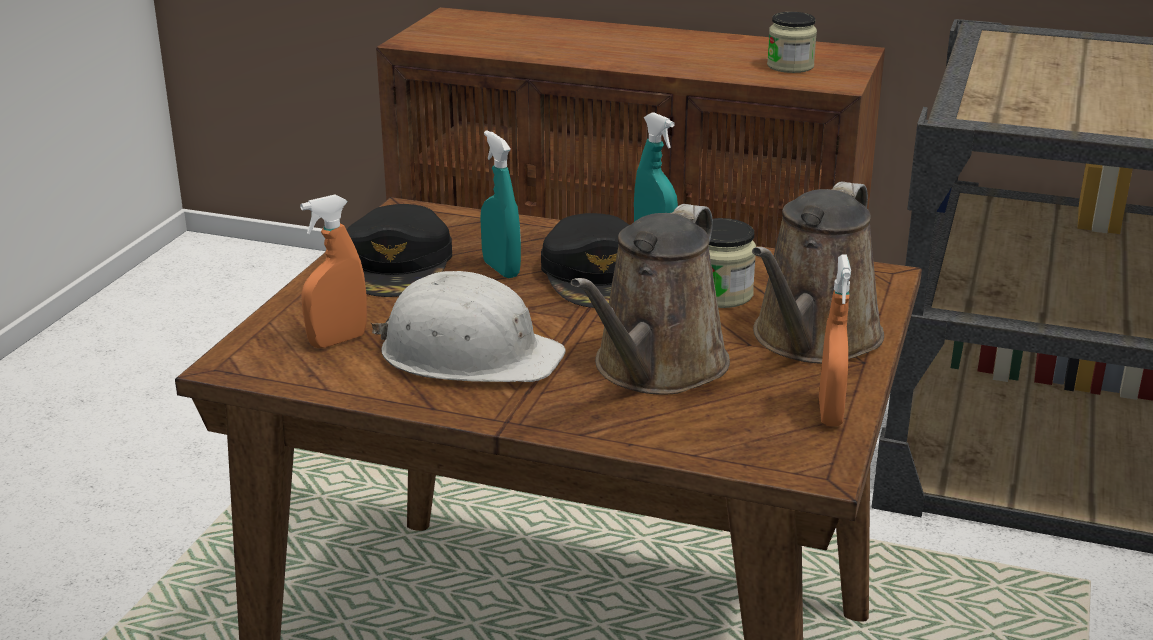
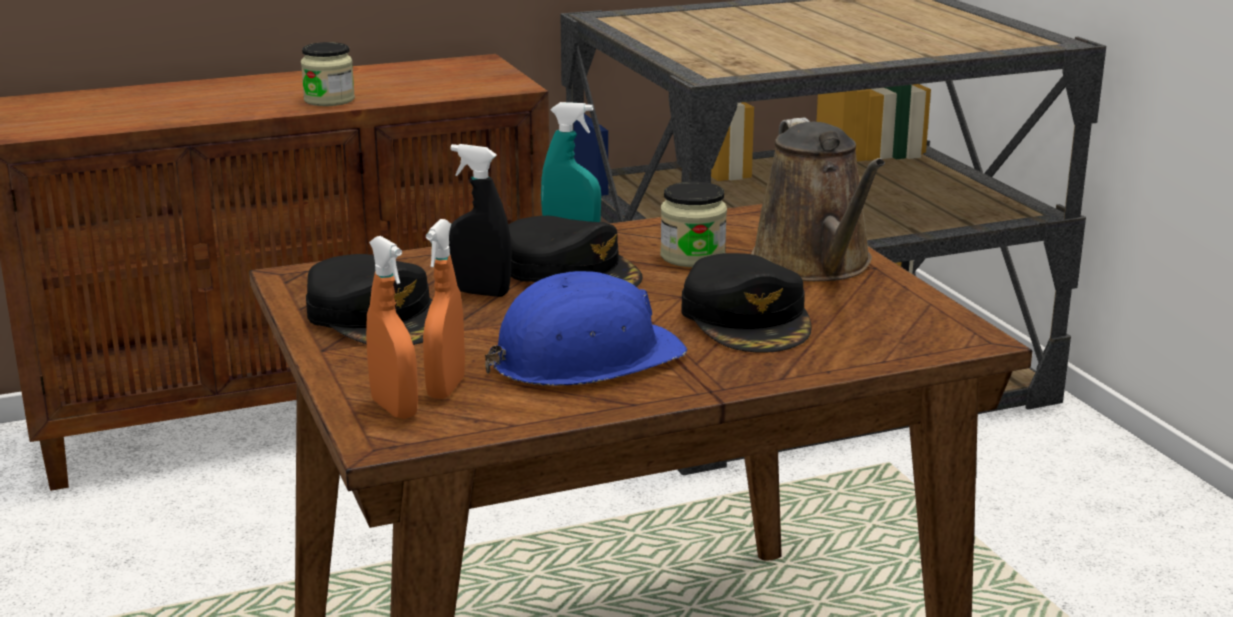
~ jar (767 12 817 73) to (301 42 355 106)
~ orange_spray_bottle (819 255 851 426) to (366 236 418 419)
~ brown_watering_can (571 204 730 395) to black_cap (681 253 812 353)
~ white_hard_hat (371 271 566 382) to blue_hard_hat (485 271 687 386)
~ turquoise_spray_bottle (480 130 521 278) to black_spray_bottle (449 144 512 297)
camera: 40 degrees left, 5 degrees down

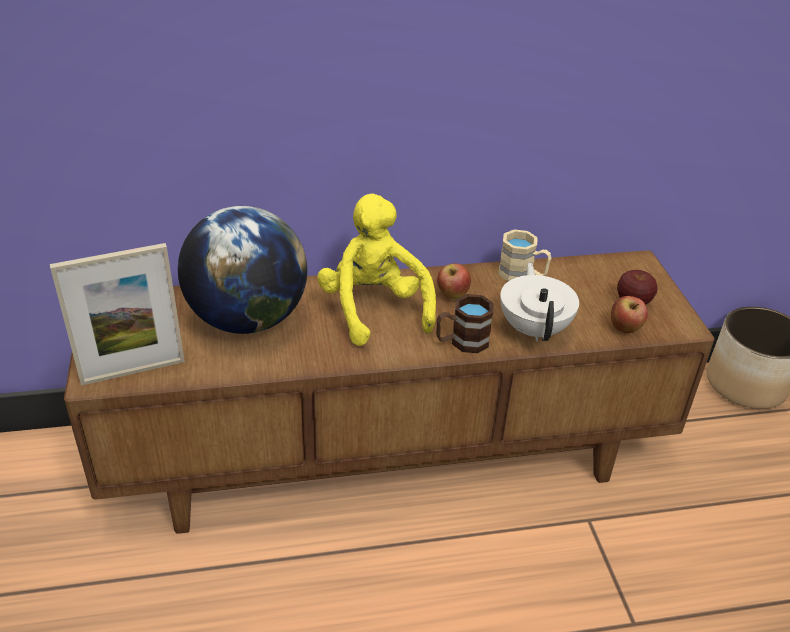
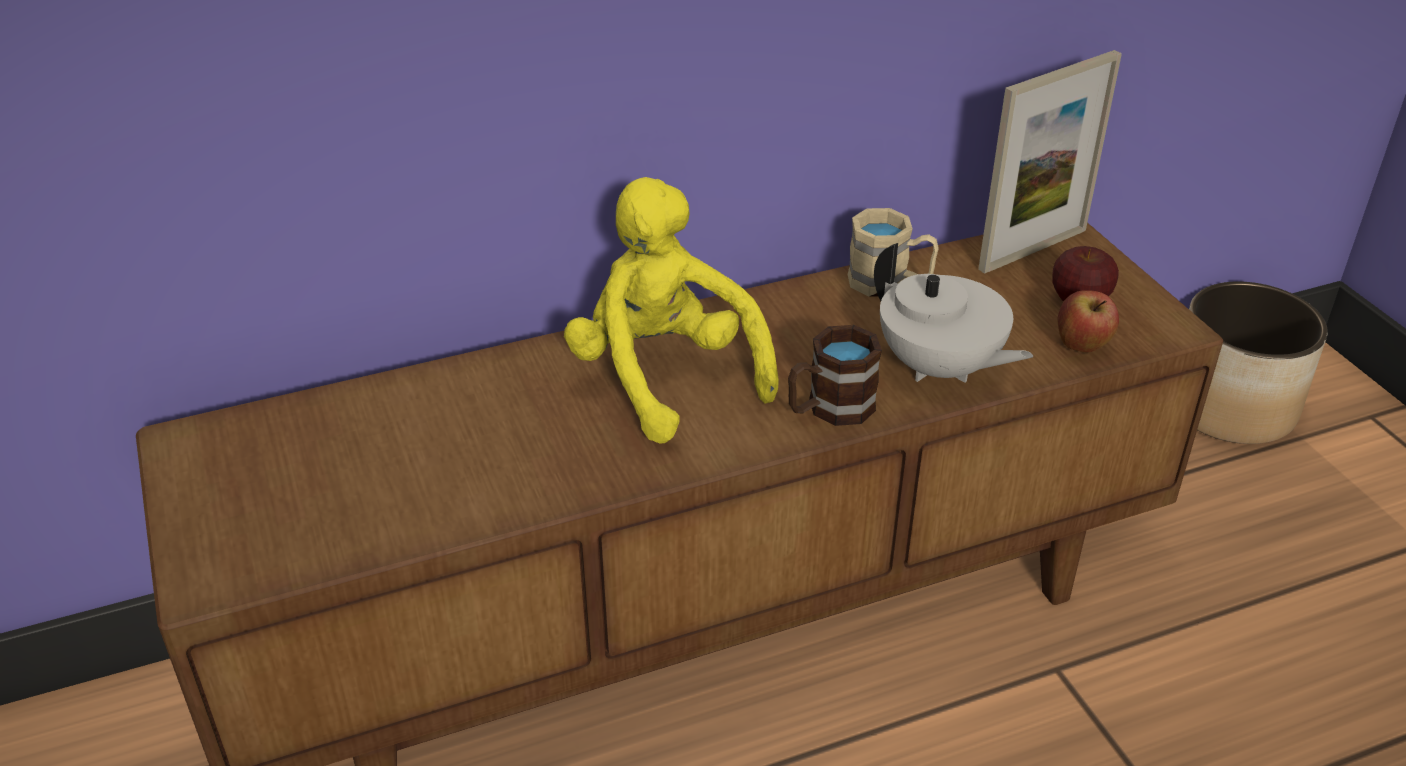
- globe (178 206 307 334)
- apple (437 263 471 300)
~ picture_frame (50 243 185 386) to (978 50 1122 274)
~ white_teapot (500 263 579 341) = (874 243 1033 383) 150 degrees clockwise
camera: 10 degrees left, 0 degrees up

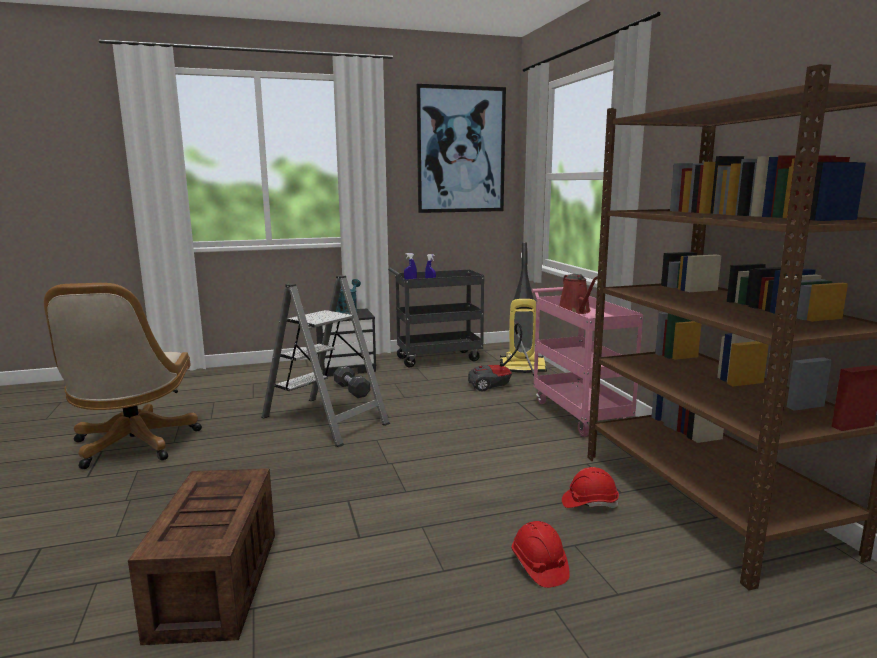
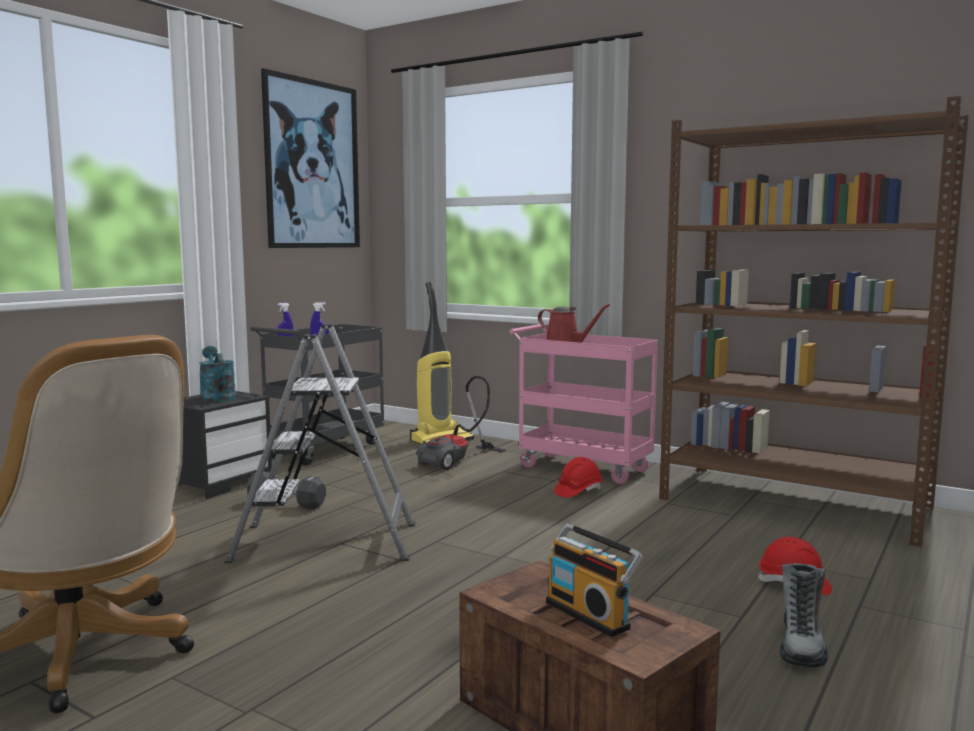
+ radio (546 523 643 638)
+ boot (780 563 828 668)
~ red_hard_hat (562 467 619 508) to (554 457 603 498)
camera: 40 degrees left, 5 degrees down

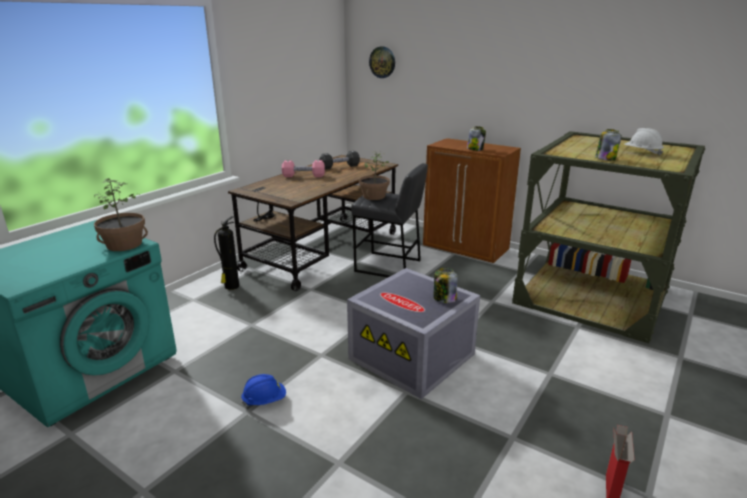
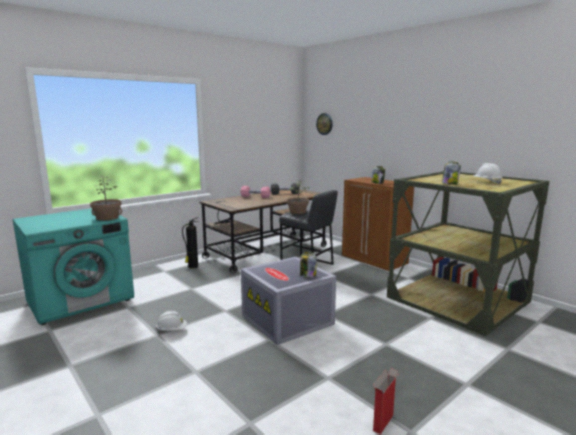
~ blue_hard_hat (241 374 286 405) to white_hard_hat (156 311 187 331)
camera: 15 degrees right, 10 degrees down

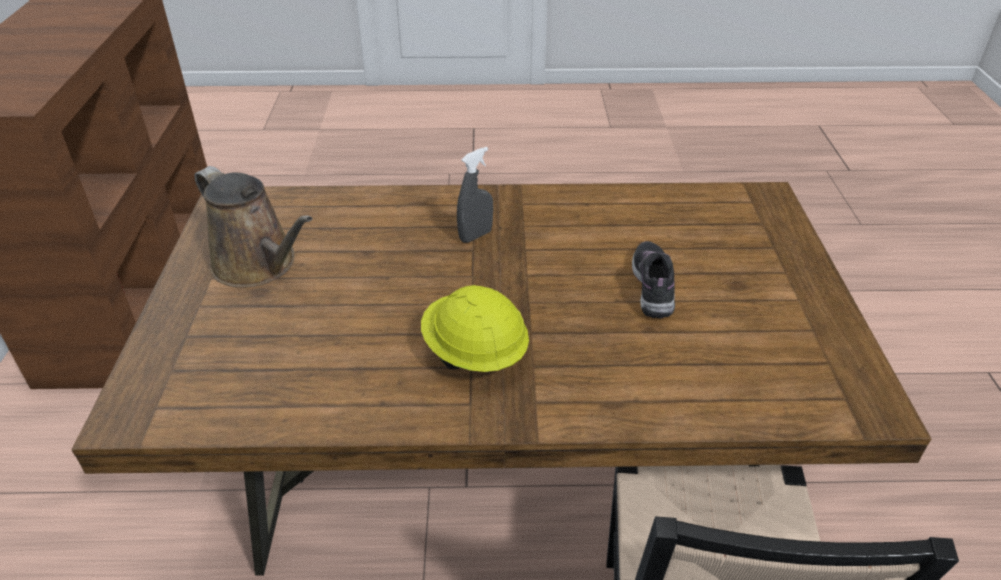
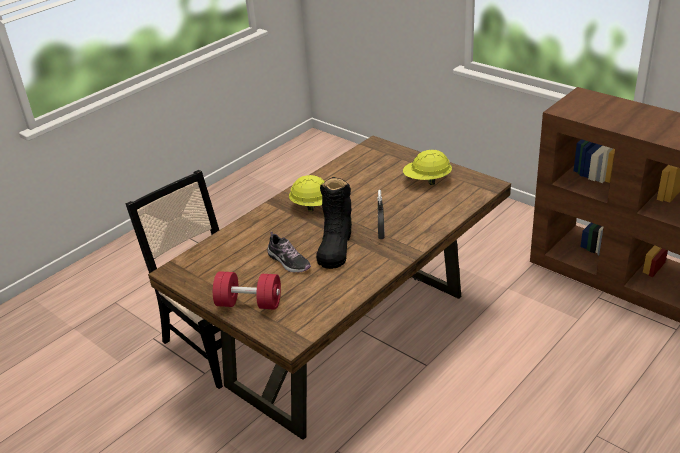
+ red_dumbbell (213 271 281 310)
+ black_boot (316 177 352 269)
~ brown_watering_can (194 166 313 288) to yellow_hard_hat (403 150 452 185)
camera: 135 degrees right, 5 degrees down

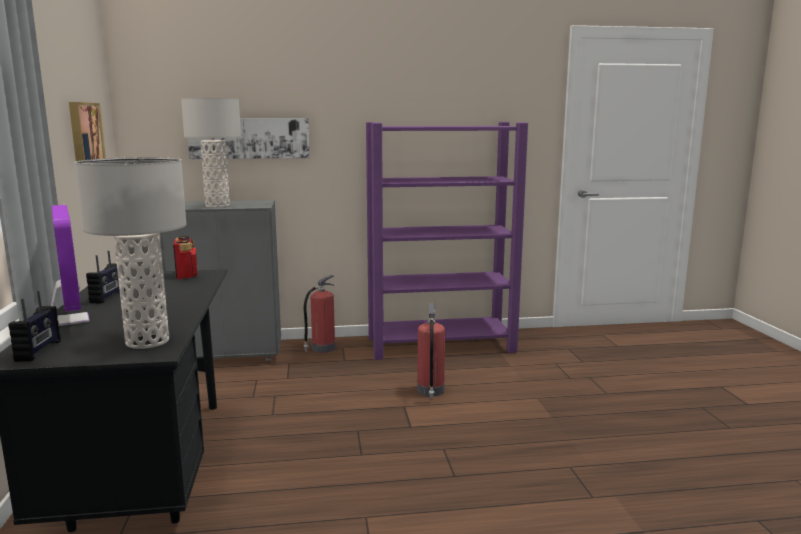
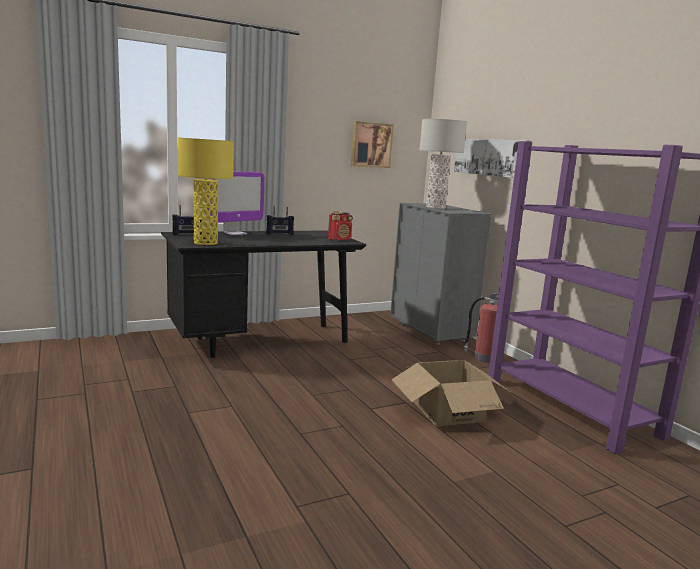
~ fire_extinguisher (417 303 445 399) to cardboard_box (391 360 513 426)
~ white_table_lamp (75 157 187 349) to yellow_table_lamp (178 137 234 245)
camera: 70 degrees right, 0 degrees up

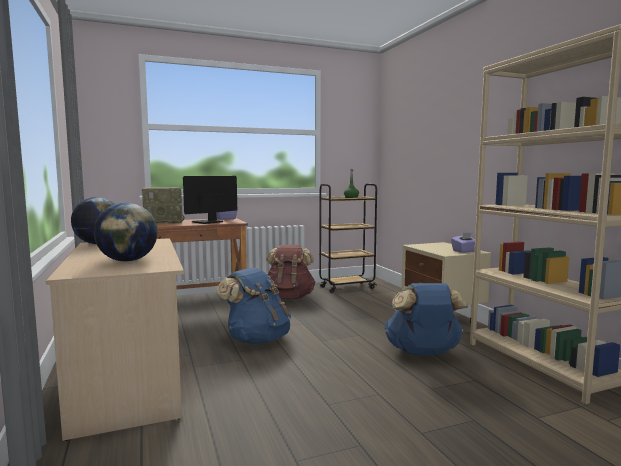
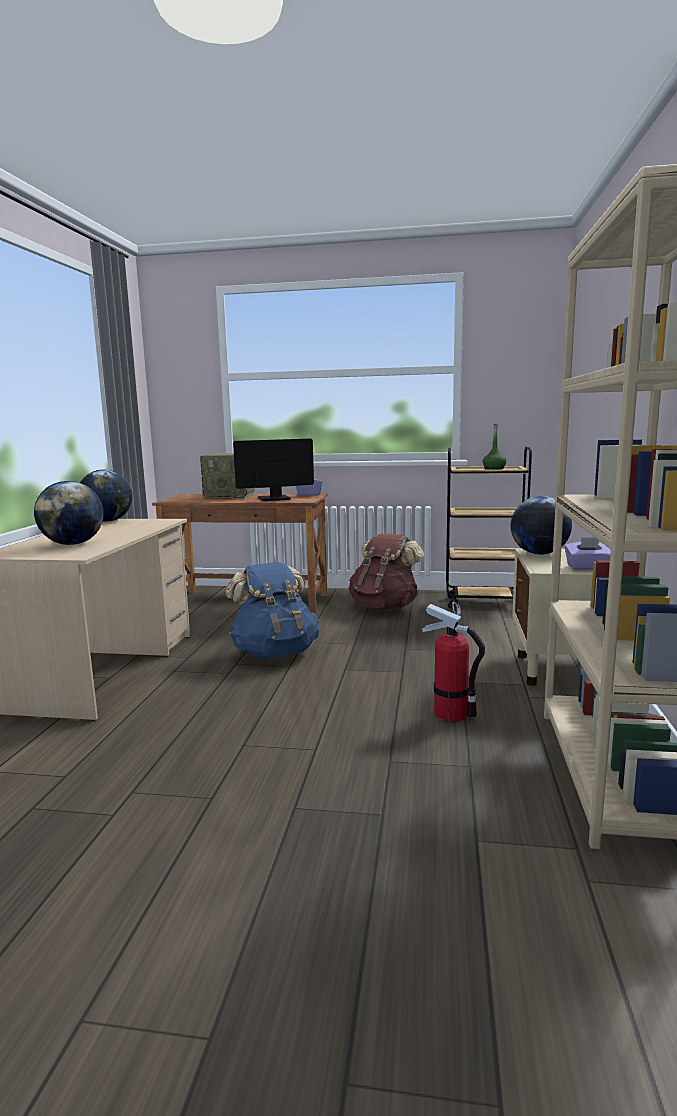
+ globe (511 496 572 555)
~ blue_backpack (385 283 468 356) to fire_extinguisher (422 602 485 722)
camera: 30 degrees right, 5 degrees up

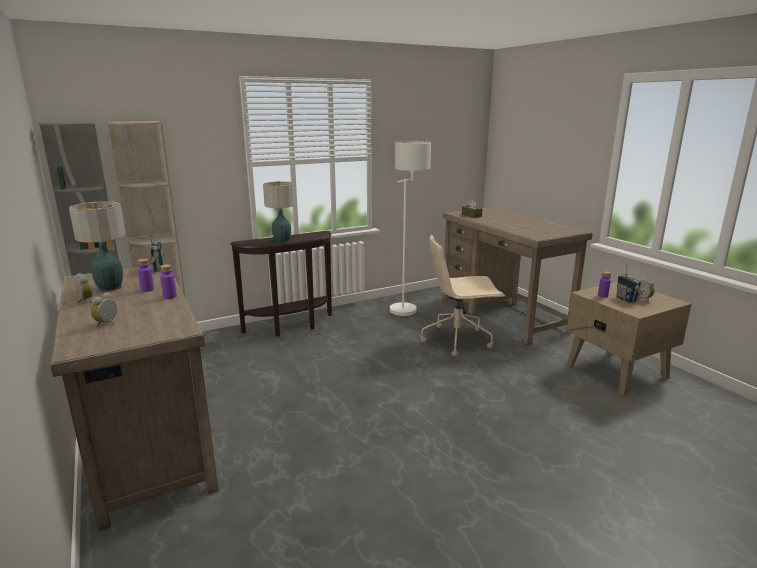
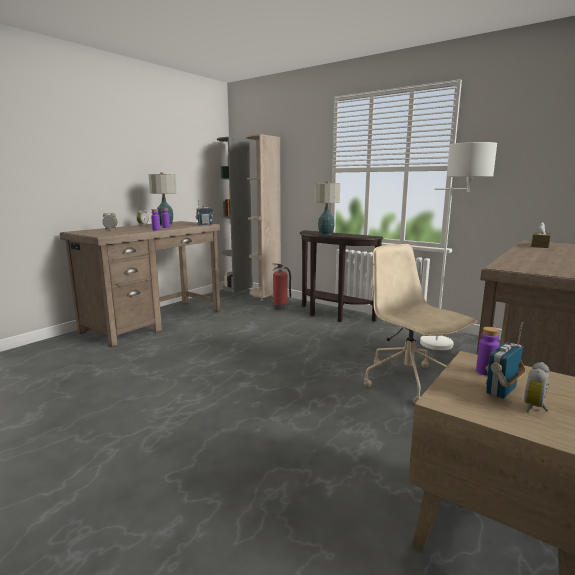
+ fire_extinguisher (272 263 292 310)
camera: 65 degrees right, 5 degrees down

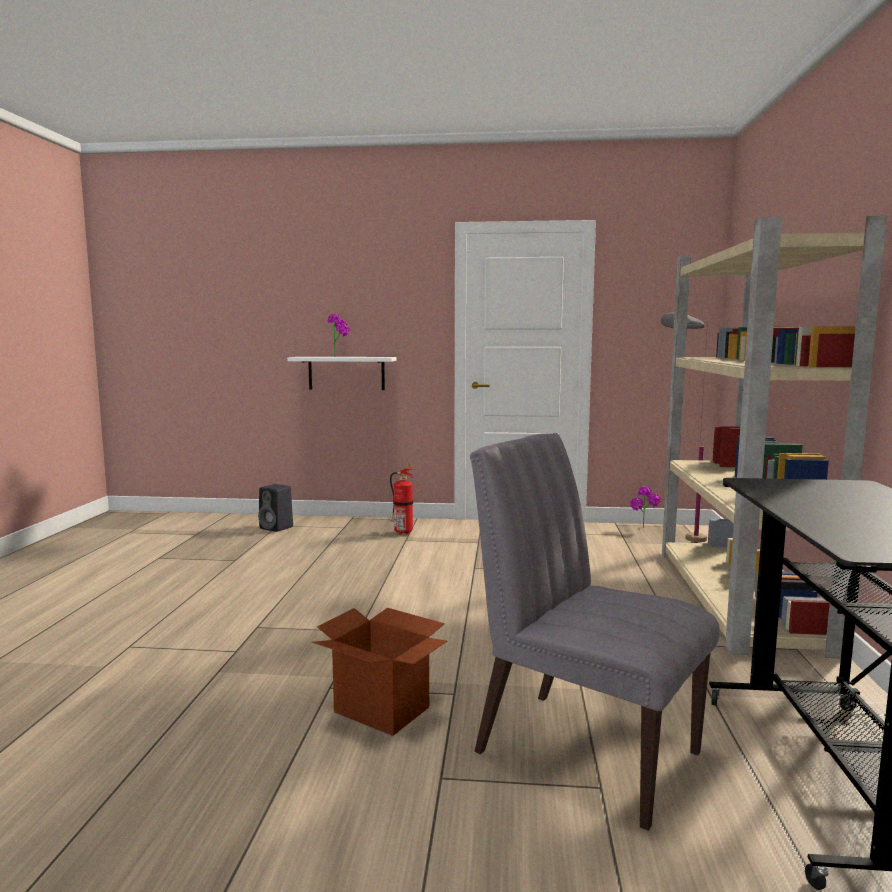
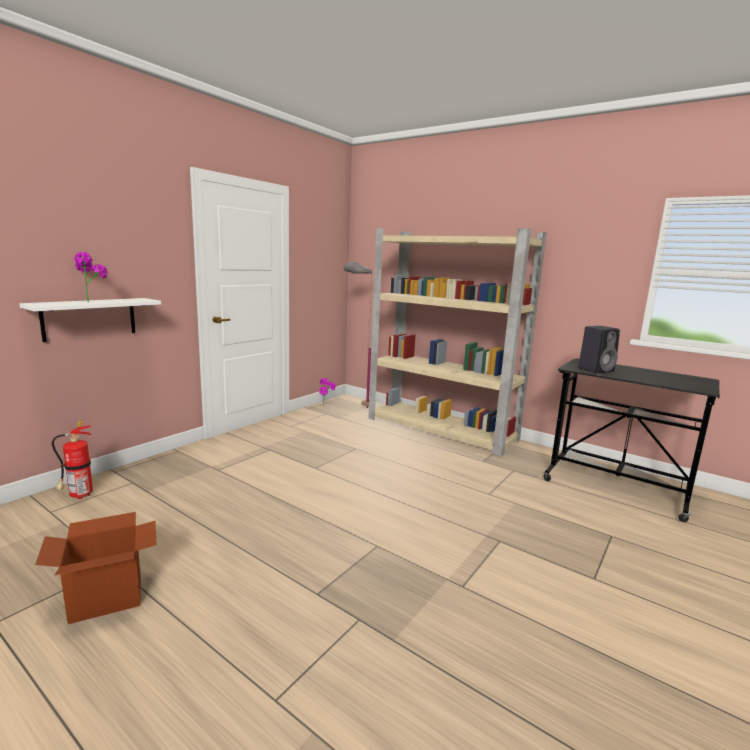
- grey_chair (470 433 720 831)
~ black_speaker (258 484 293 532) to (578 326 620 373)
~ cardboard_box (312 608 448 736) to (35 512 157 624)
~ fire_extinguisher (389 463 413 535) to (52 421 93 499)
camera: 60 degrees left, 5 degrees up

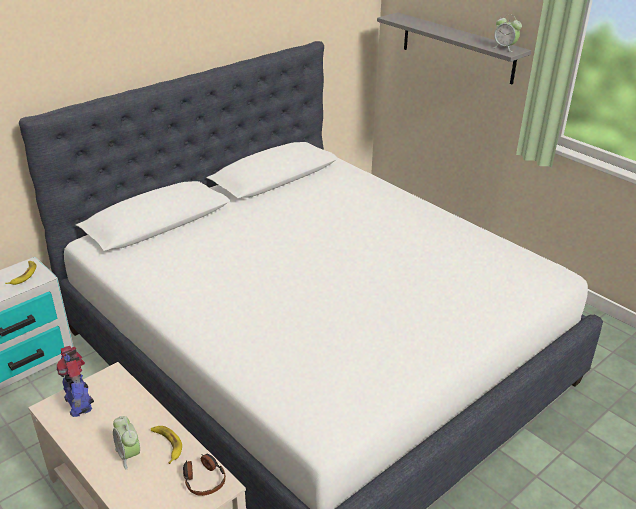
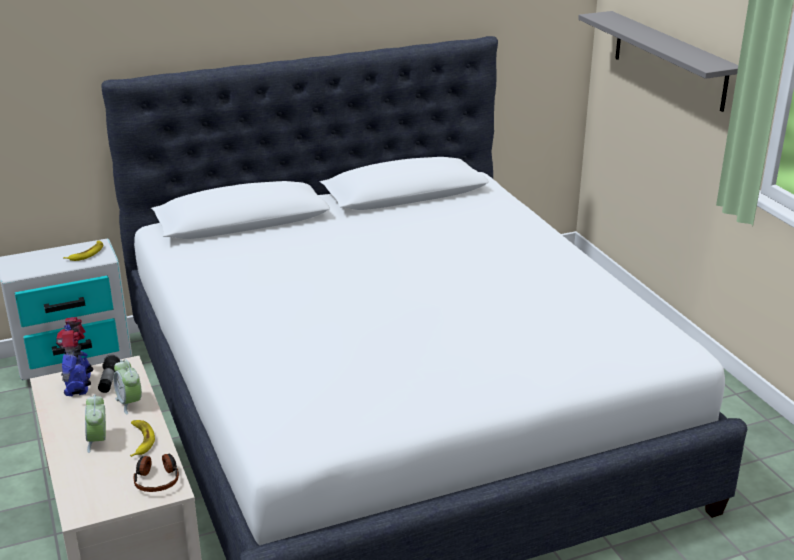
+ flashlight (98 355 120 393)
~ alarm_clock (492 14 522 52) to (113 359 142 415)
camera: 20 degrees right, 5 degrees down

